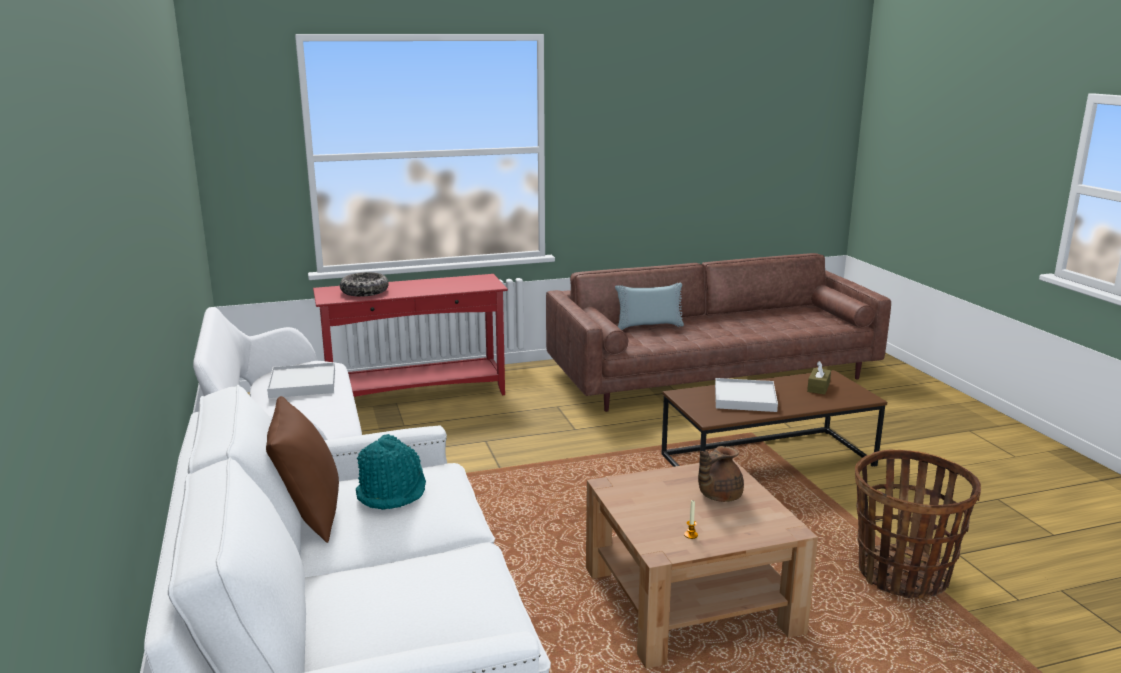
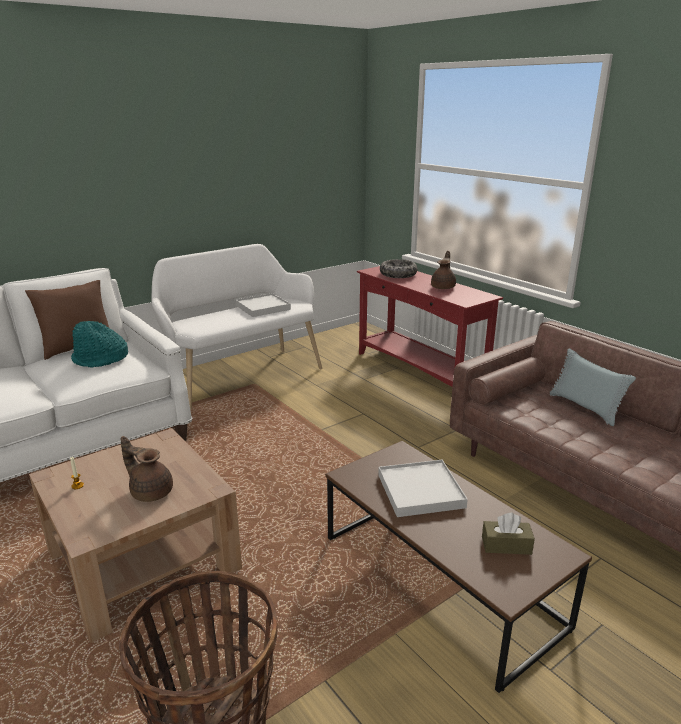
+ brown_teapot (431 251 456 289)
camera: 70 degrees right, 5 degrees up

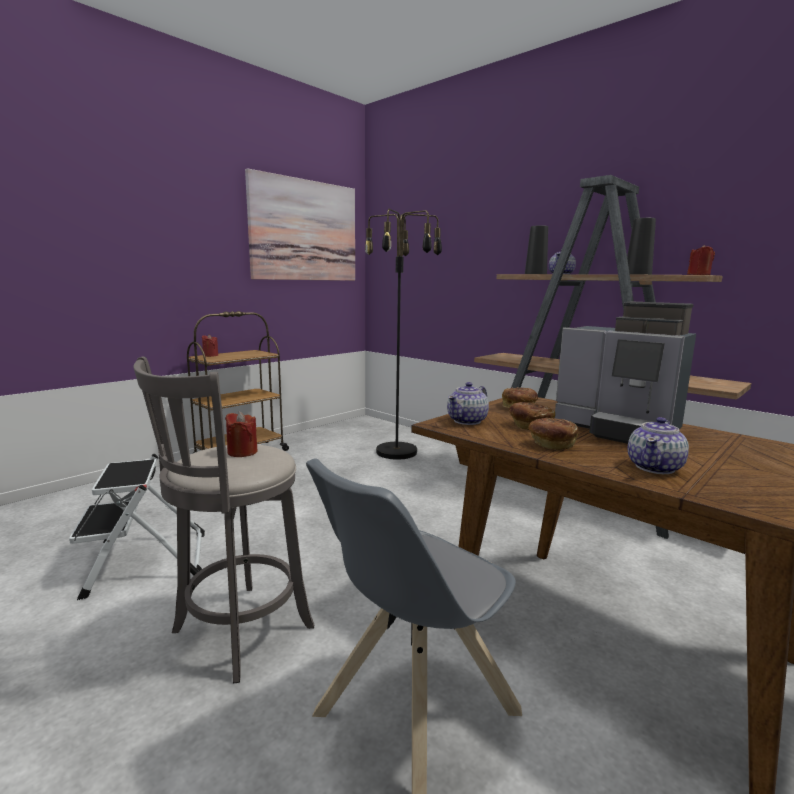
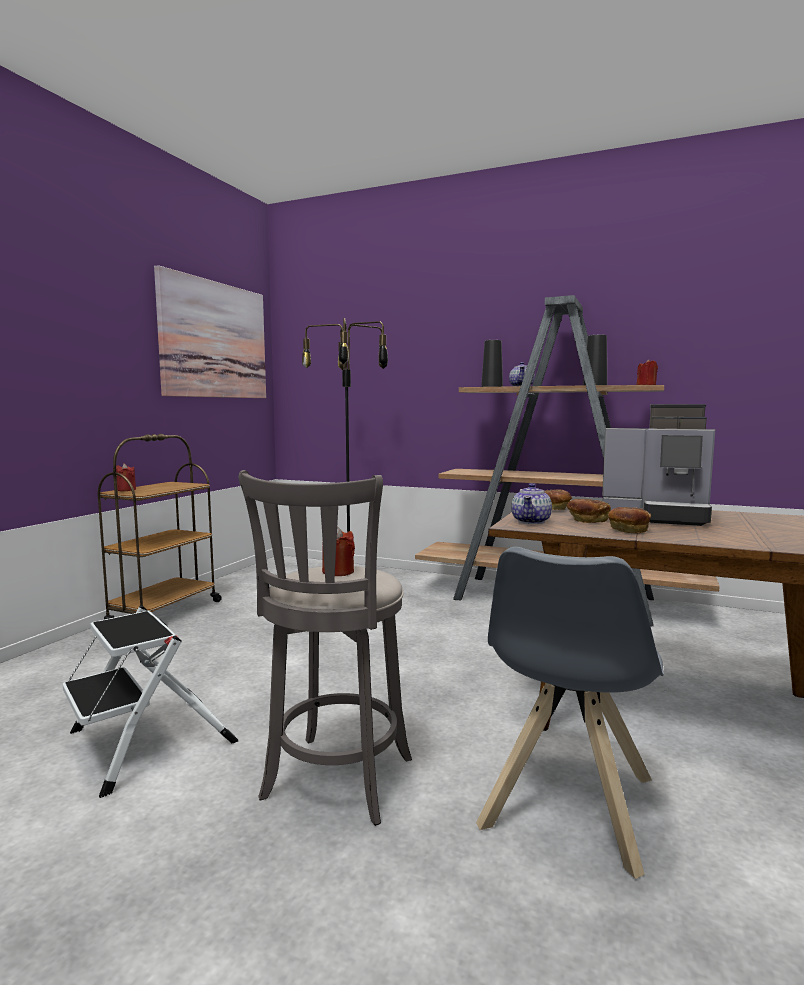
- teapot (628 417 689 474)
camera: 20 degrees left, 5 degrees down

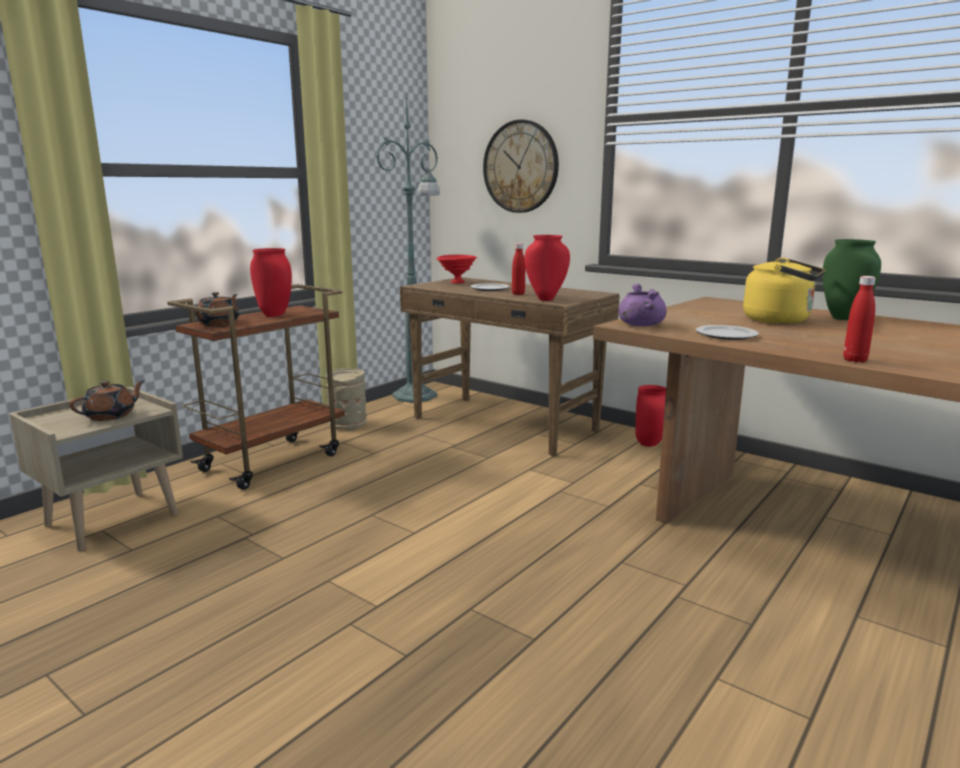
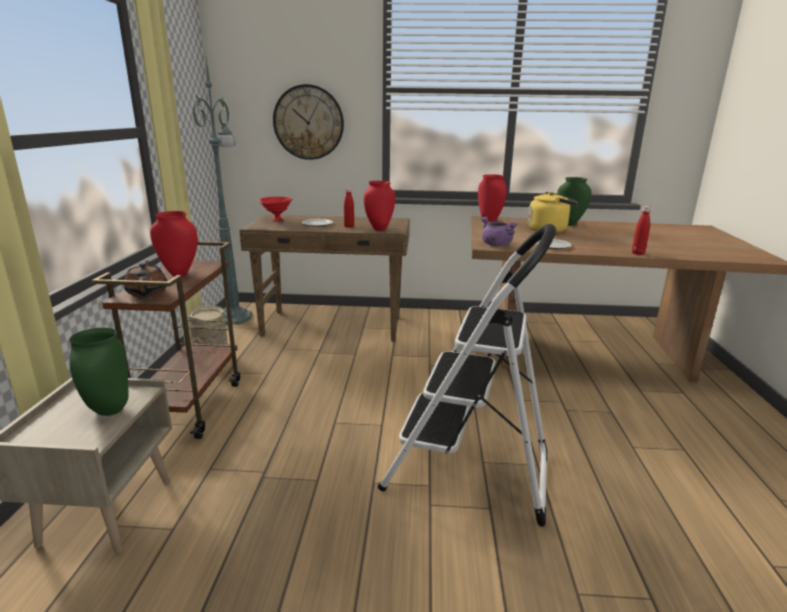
+ step_ladder (378 224 556 527)
~ red_vase (635 385 666 447) to (478 174 507 222)
~ brown_teapot (69 380 145 421) to green_vase (69 328 129 416)
camera: 35 degrees left, 5 degrees up

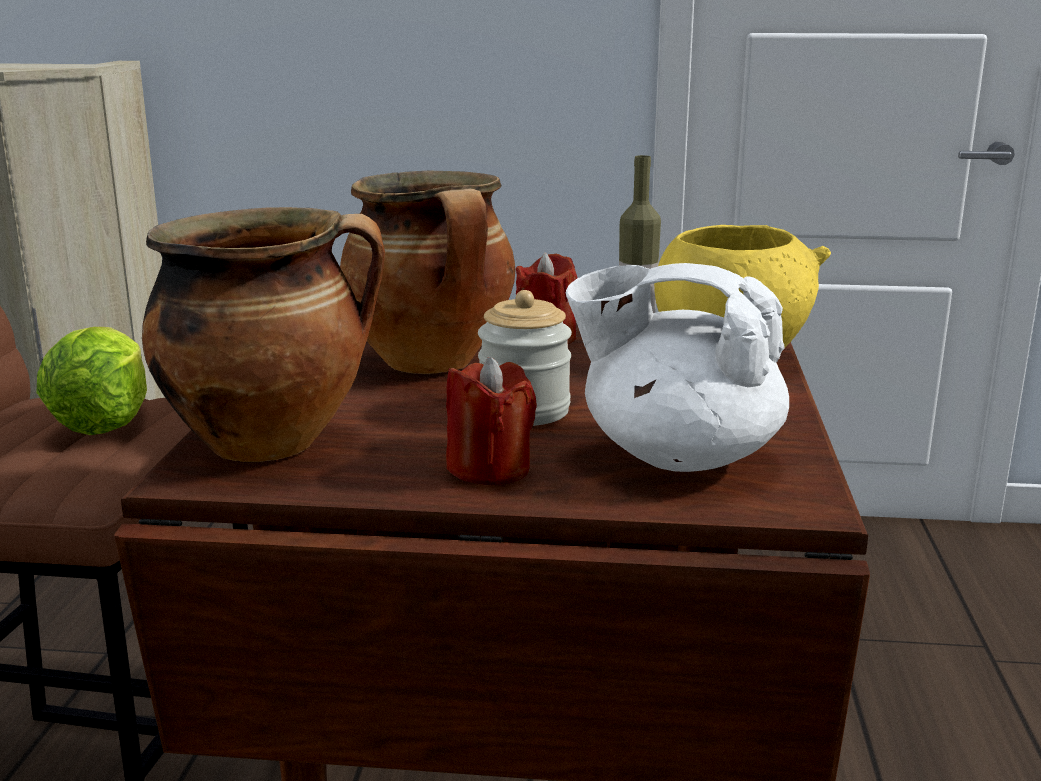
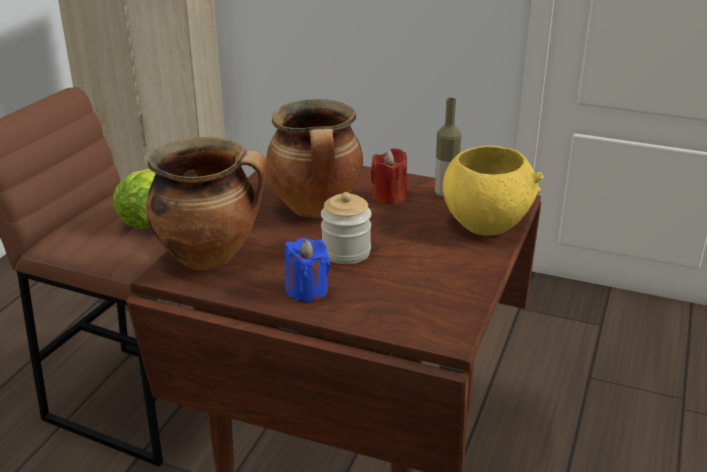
- white_teapot (566 263 789 472)
~ red_candle (446 357 537 485) to blue_candle (285 237 330 302)
camera: 15 degrees right, 10 degrees up

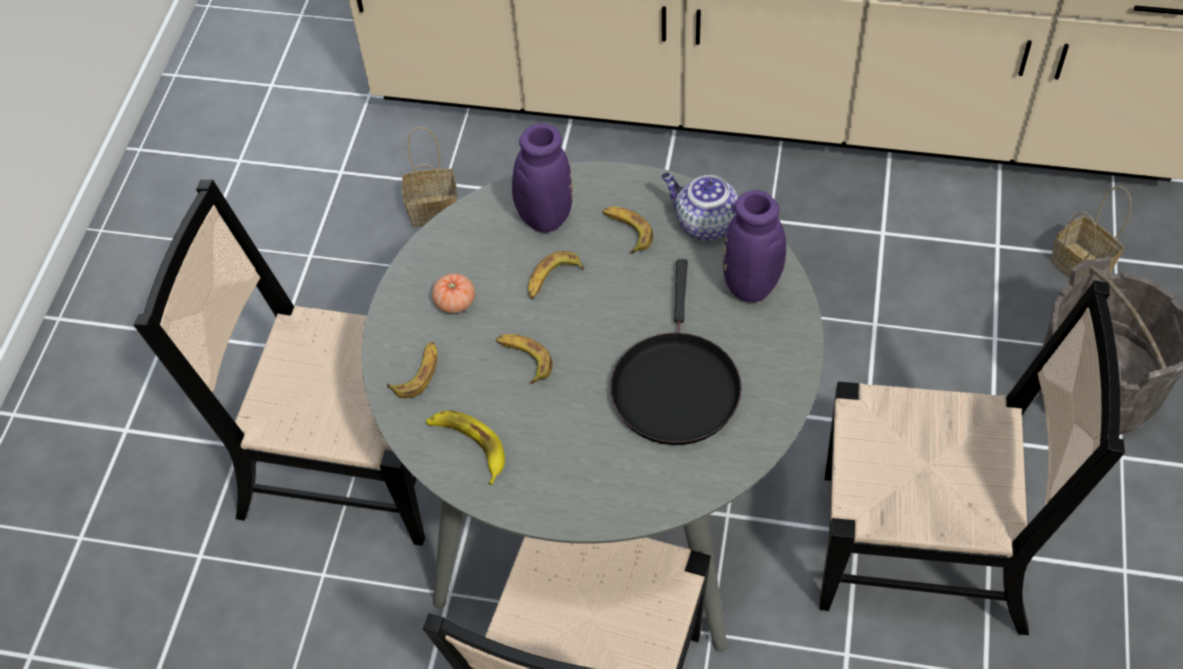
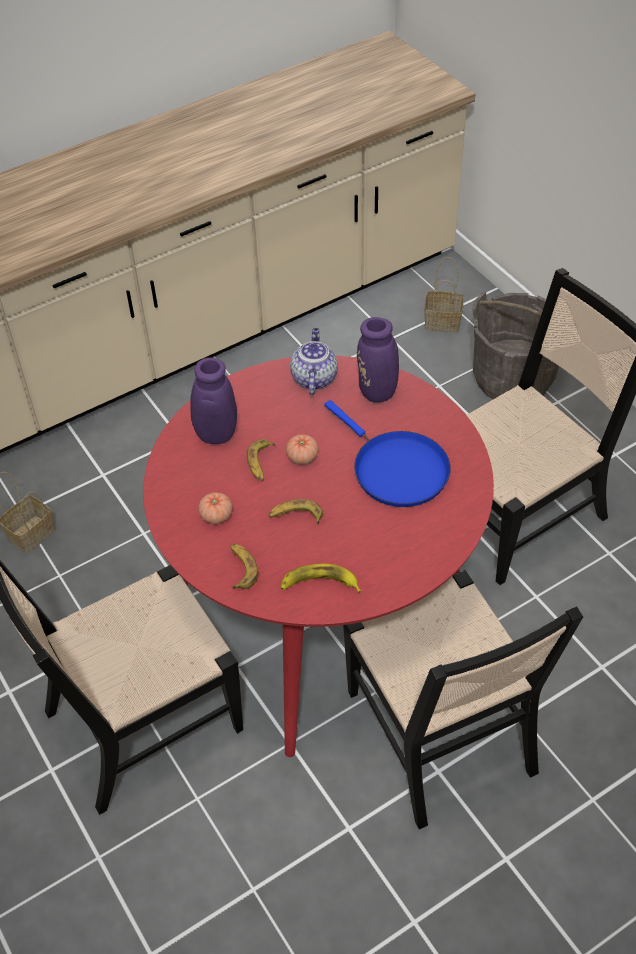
- banana (602 207 653 253)
+ tomato (286 434 319 464)
~ grey_dining_table (362 161 824 652) to red_dining_table (143 356 494 757)
~ black_frying_pan (610 259 742 445) to blue_frying_pan (324 400 451 507)
~ teapot (661 173 738 241) = (290 328 338 395) 105 degrees clockwise
camera: 45 degrees left, 5 degrees down

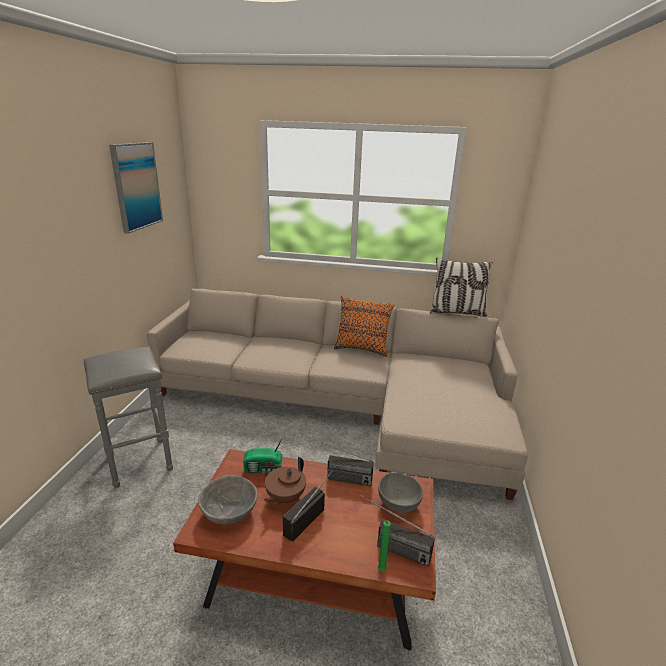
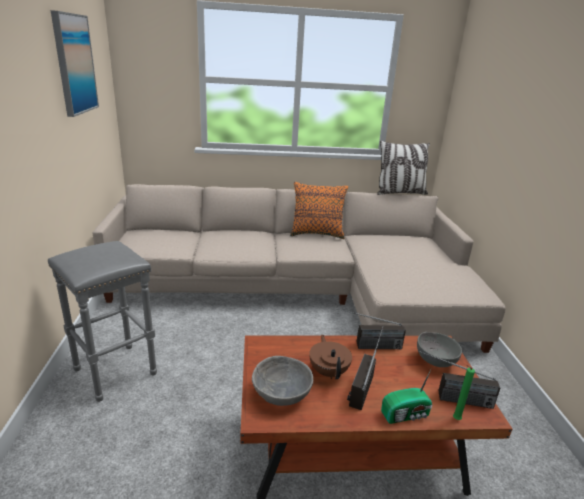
~ radio (243 435 284 473) to (381 368 432 424)
~ brown_teapot (264 457 306 504) = (309 334 352 379) 150 degrees clockwise
camera: 15 degrees left, 0 degrees up

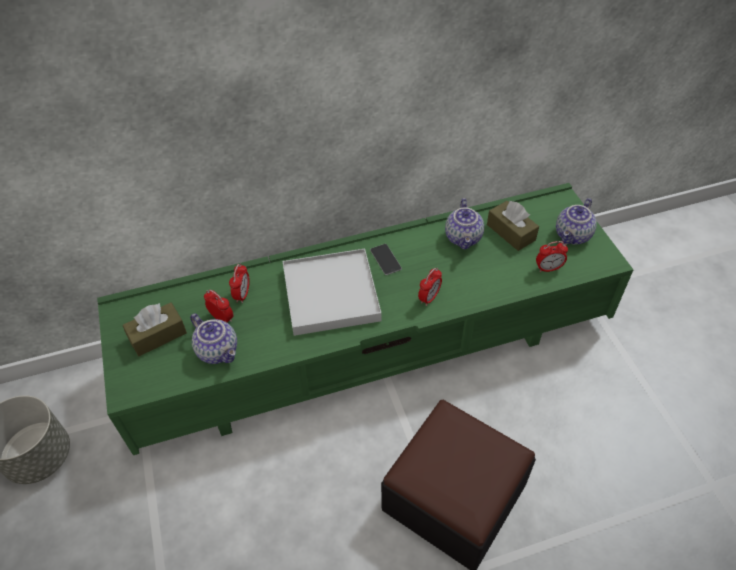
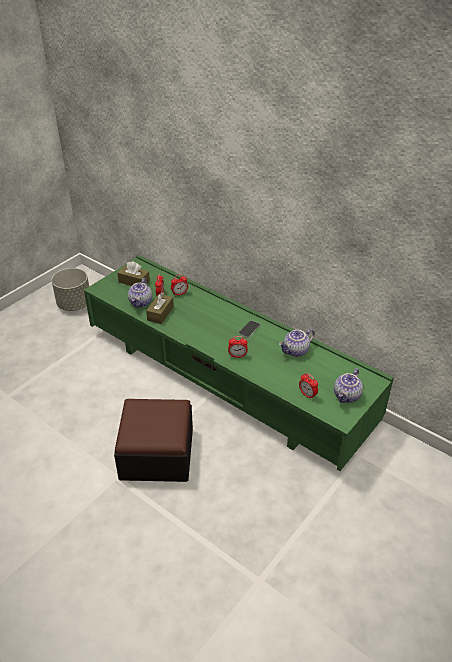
- white_tray (283 249 382 336)
~ brown_tissue_box (487 200 539 251) to (146 292 174 324)
~ teapot (556 198 597 244) = (334 368 363 403) 60 degrees counterclockwise
camera: 55 degrees right, 10 degrees down

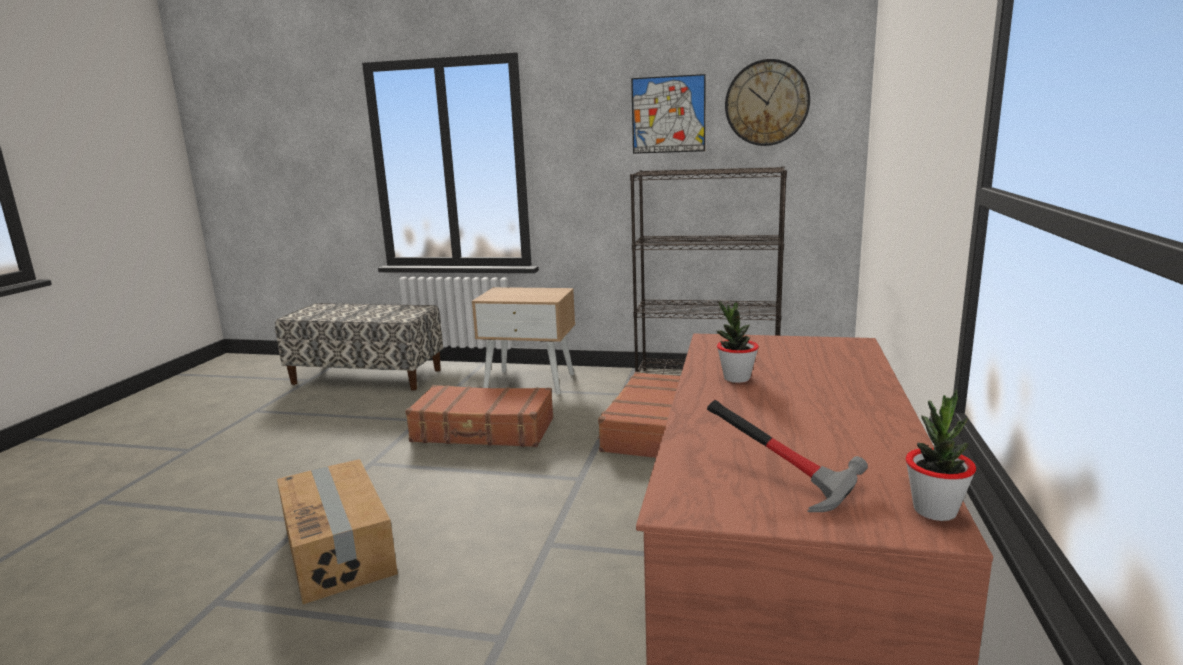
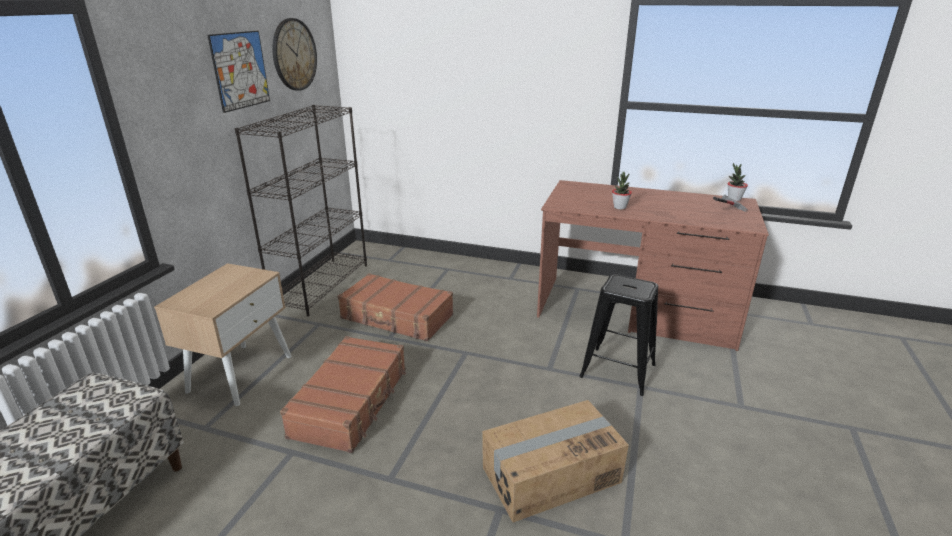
+ black_stool (579 274 658 396)
camera: 85 degrees left, 10 degrees up

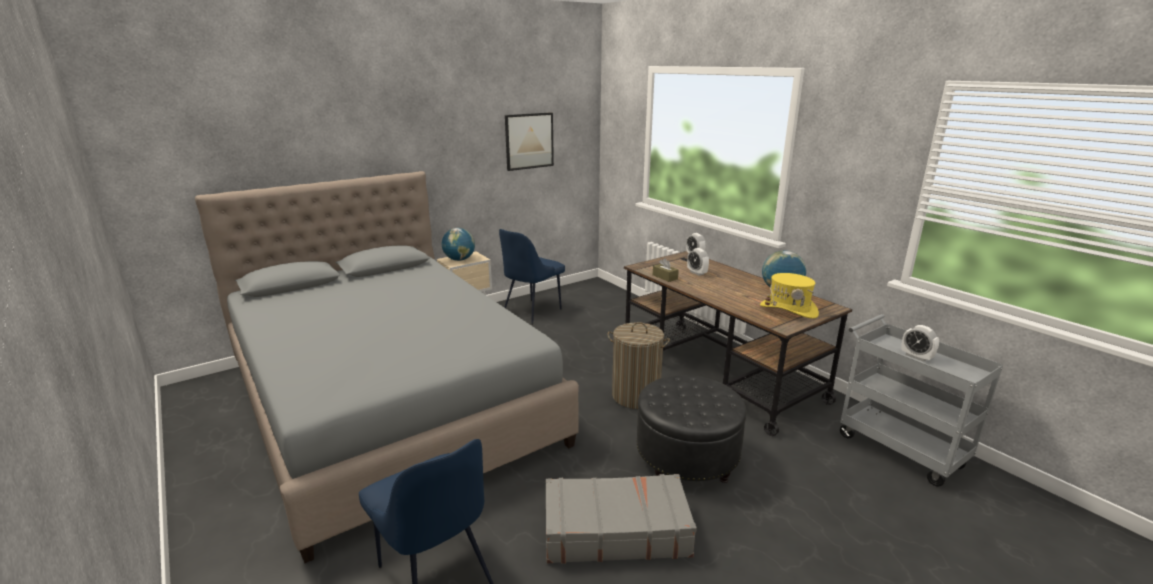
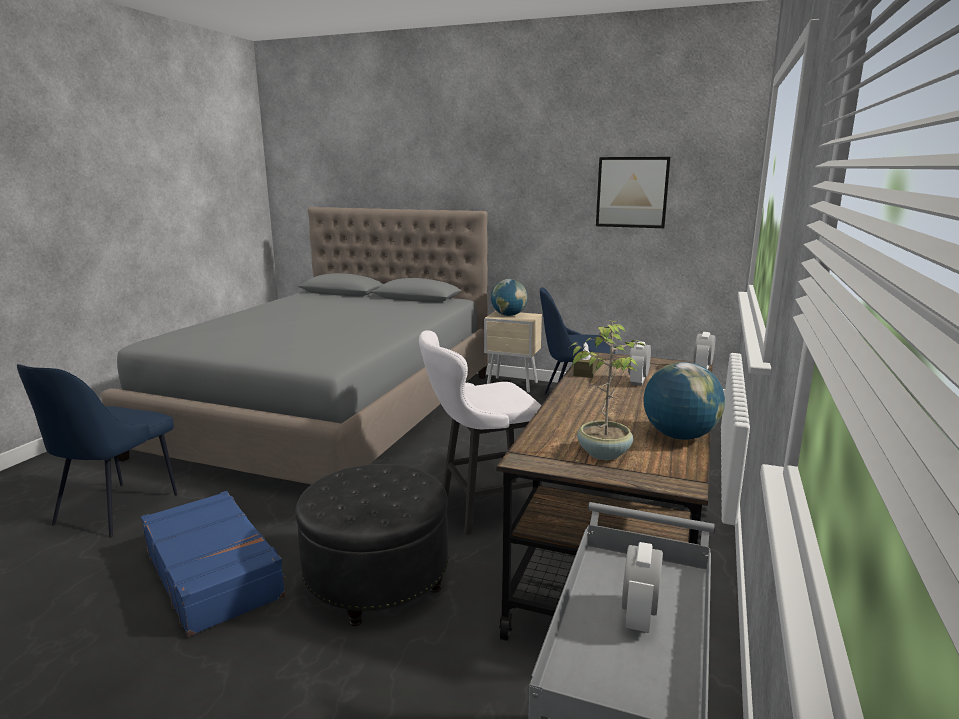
~ laundry_basket (607 322 670 409) to white_stool (419 330 542 535)
~ yellow_hat (760 273 819 319) to potted_plant (571 321 645 460)
~ grey_suitcase (546 474 697 564) to blue_suitcase (141 491 286 637)
camera: 55 degrees right, 5 degrees down

